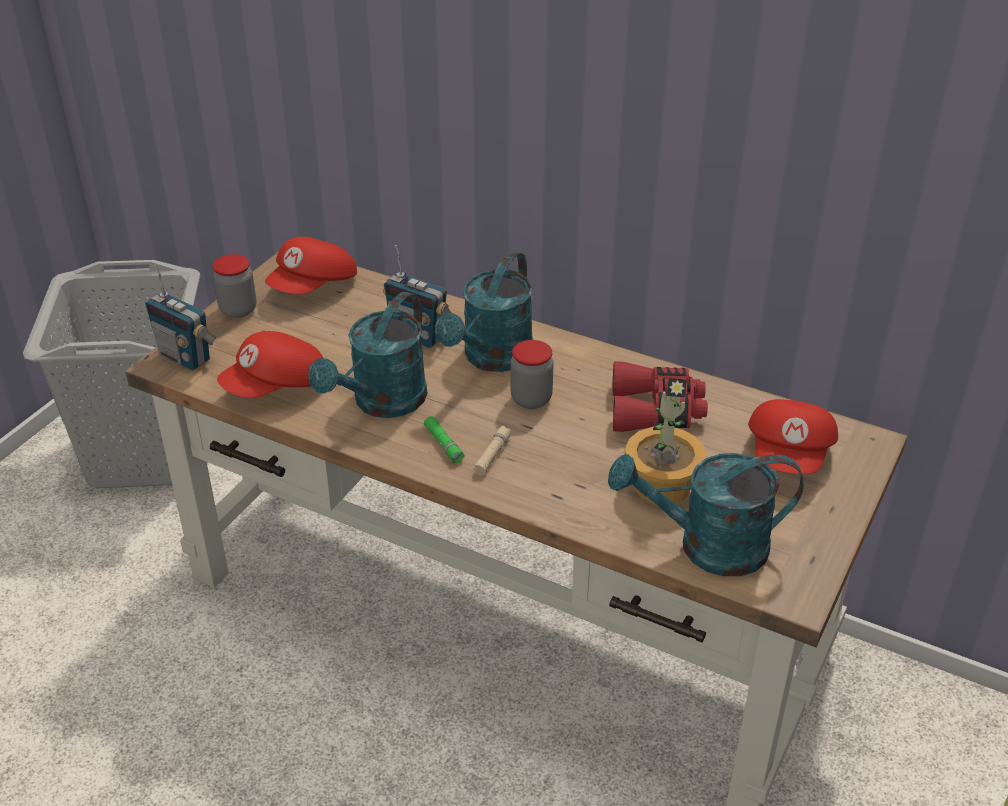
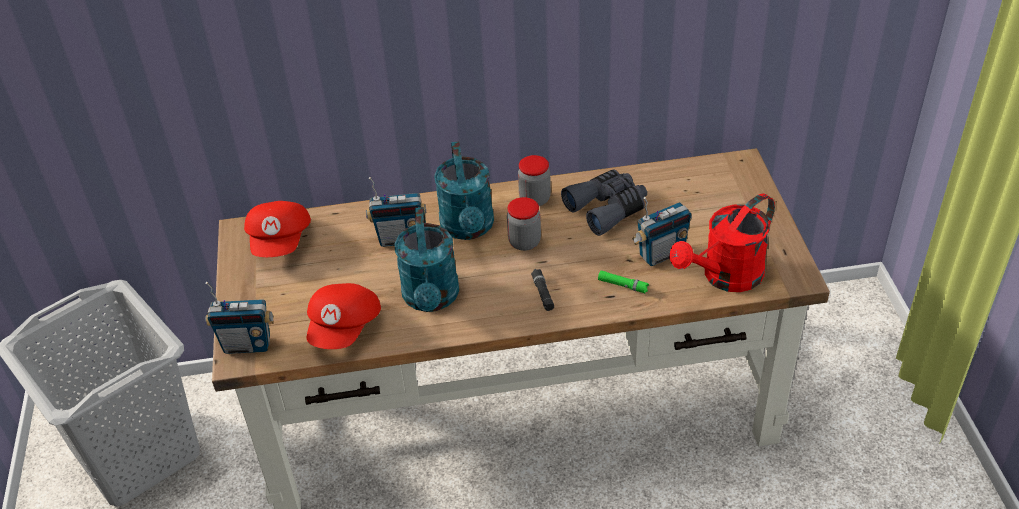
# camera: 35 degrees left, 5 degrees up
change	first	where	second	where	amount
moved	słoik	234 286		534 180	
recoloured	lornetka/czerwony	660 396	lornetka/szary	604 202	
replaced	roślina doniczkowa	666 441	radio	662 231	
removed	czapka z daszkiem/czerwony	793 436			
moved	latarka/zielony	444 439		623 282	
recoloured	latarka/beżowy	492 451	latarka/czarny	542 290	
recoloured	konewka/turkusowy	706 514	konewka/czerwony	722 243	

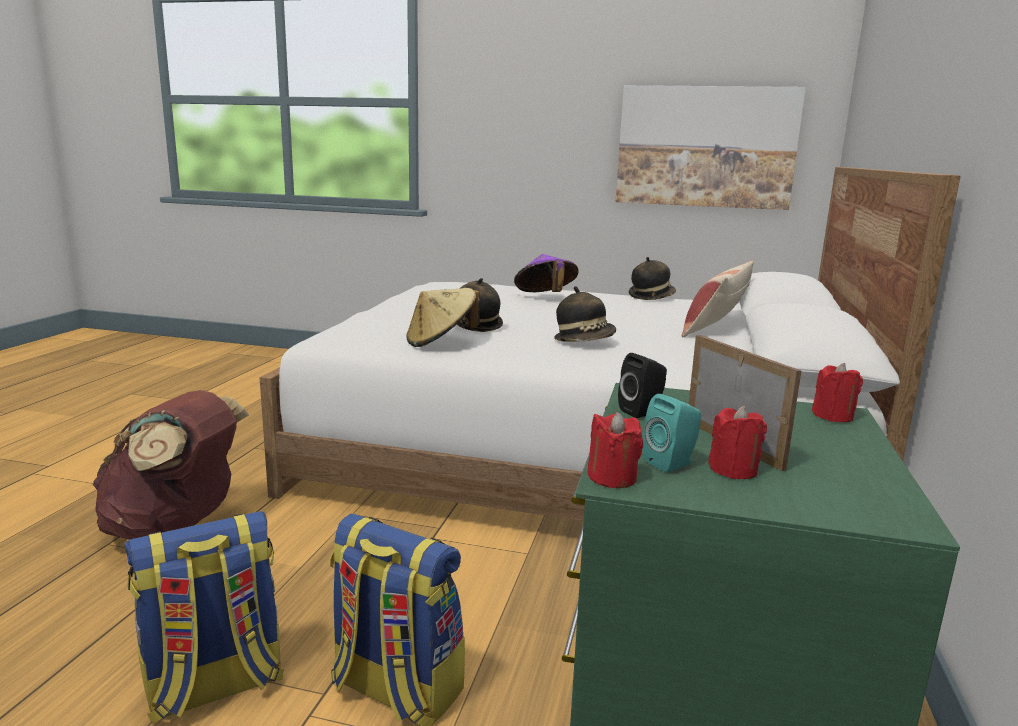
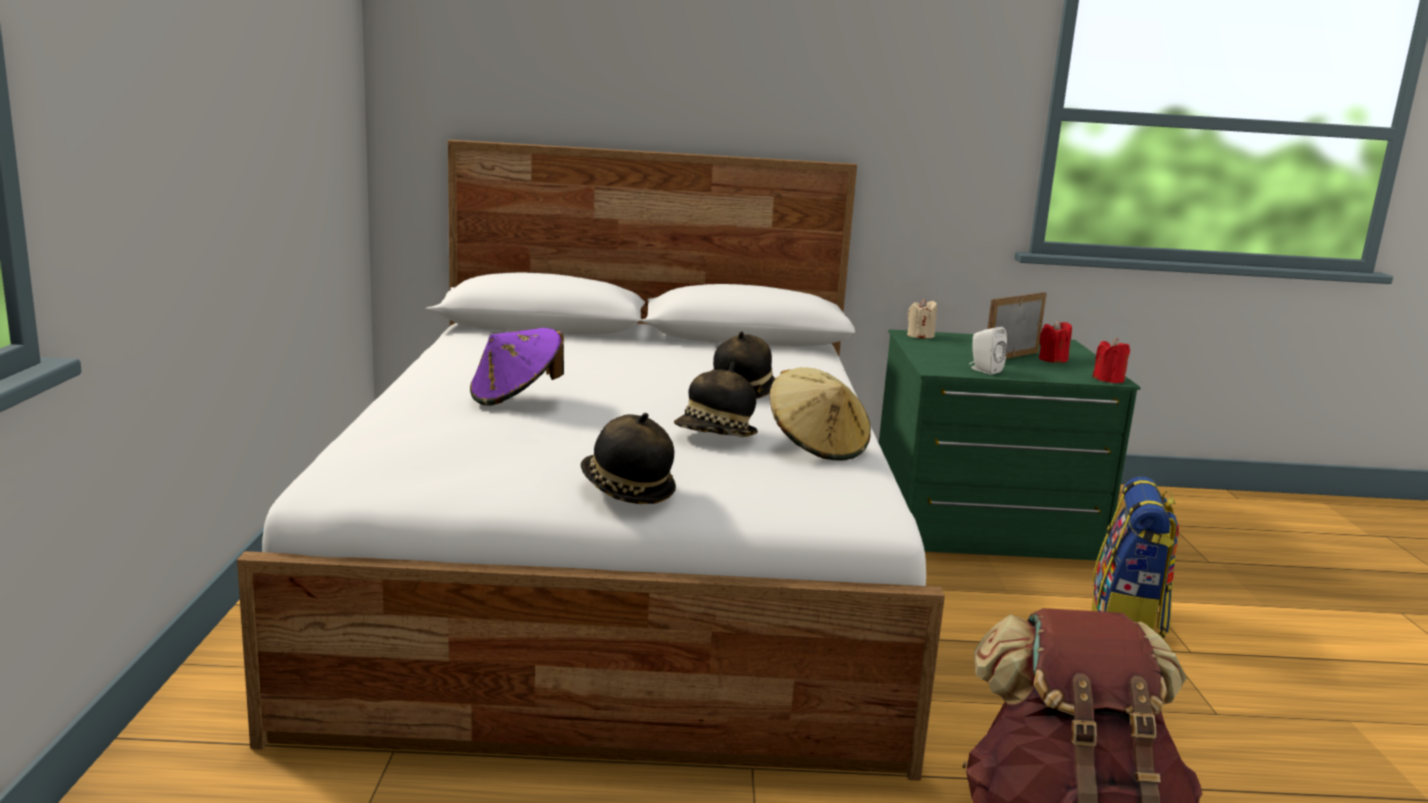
# camera: 105 degrees left, 0 degrees up
change	first	where	second	where	amount
removed	obraz	711 147			
moved	kapelusz	652 278		628 458	
removed	poduszka	718 299			
recoloured	głośnik/czarny	642 385	głośnik/biały	988 351	
recoloured	świeca/czerwony	837 392	świeca/beżowy	922 318	
removed	głośnik/turkusowy	671 433			
removed	plecak	204 617			

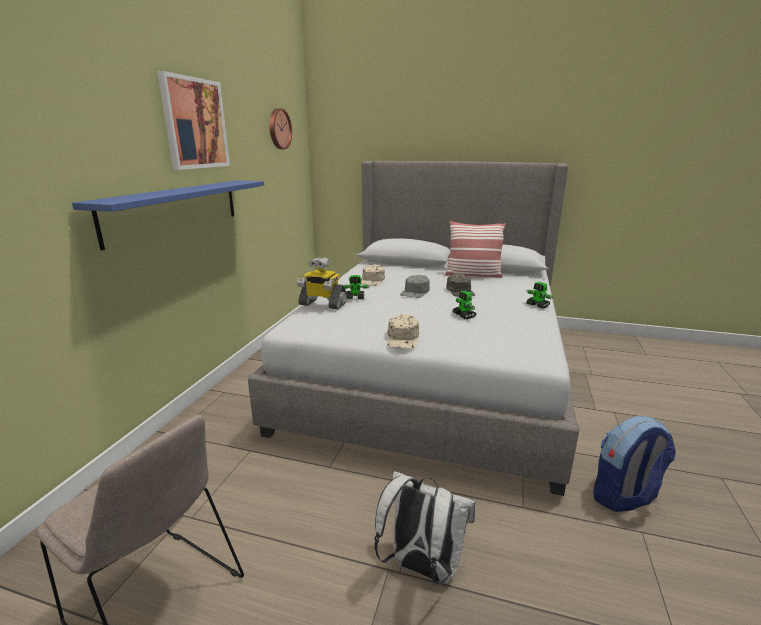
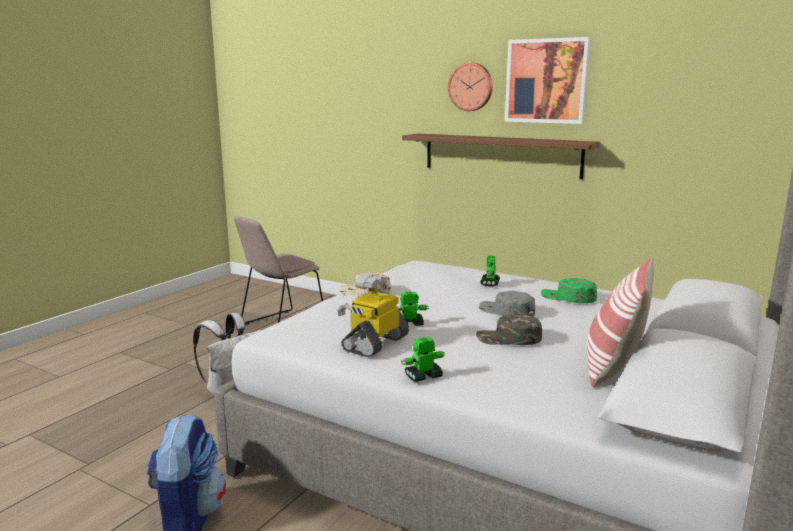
# camera: 105 degrees right, 5 degrees down
change	first	where	second	where	amount
moved	zegar ścienny	280 128		470 87	
recoloured	półka/niebieski	168 215	półka/brązowy	501 156	
moved	robot zabawkowy	322 283		373 315	
recoloured	czapka z daszkiem/beżowy	373 274	czapka z daszkiem/zielony	569 290	

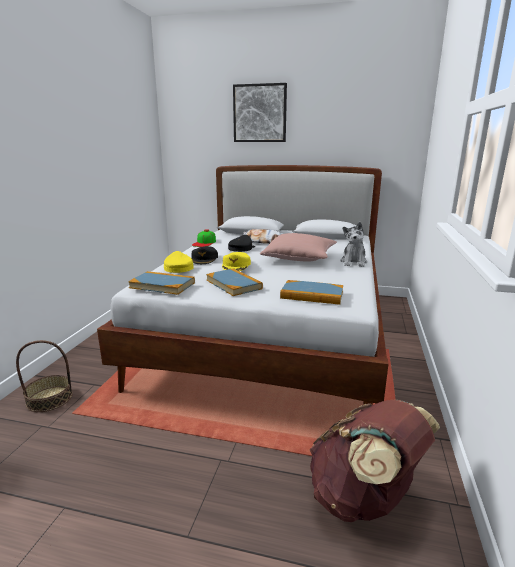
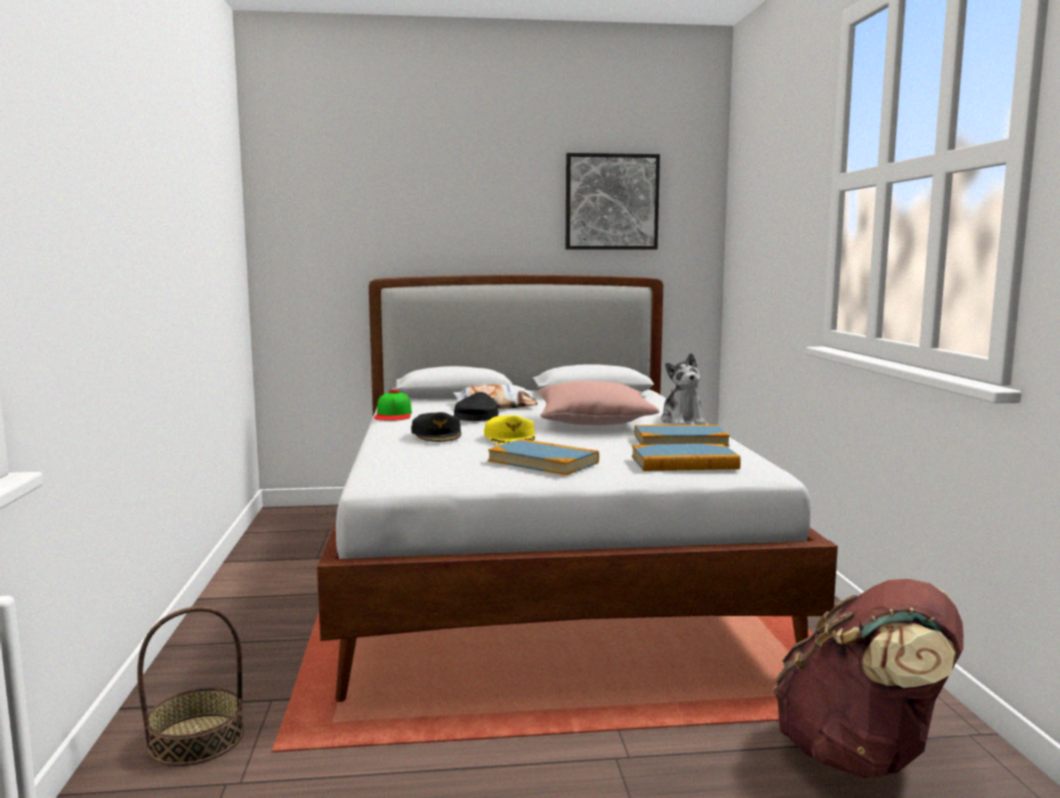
# camera: 20 degrees left, 10 degrees down
change	first	where	second	where	amount
moved	obraz	260 112		613 201	
removed	czapka z daszkiem/żółty	179 262			
moved	książka	161 283		682 436	

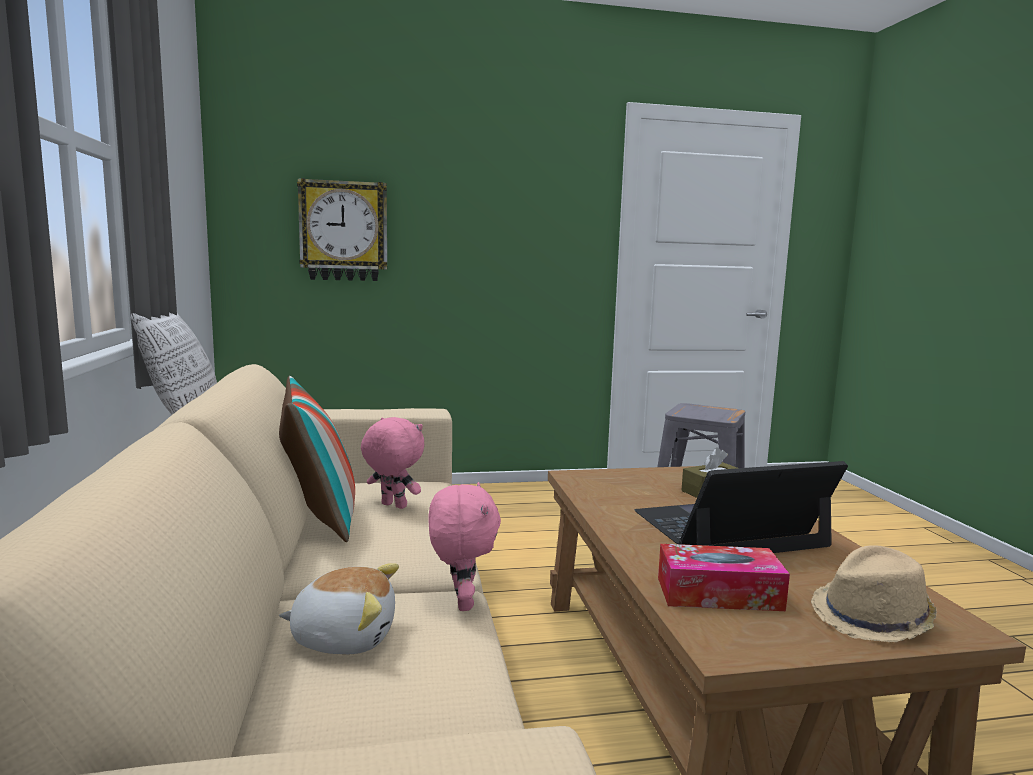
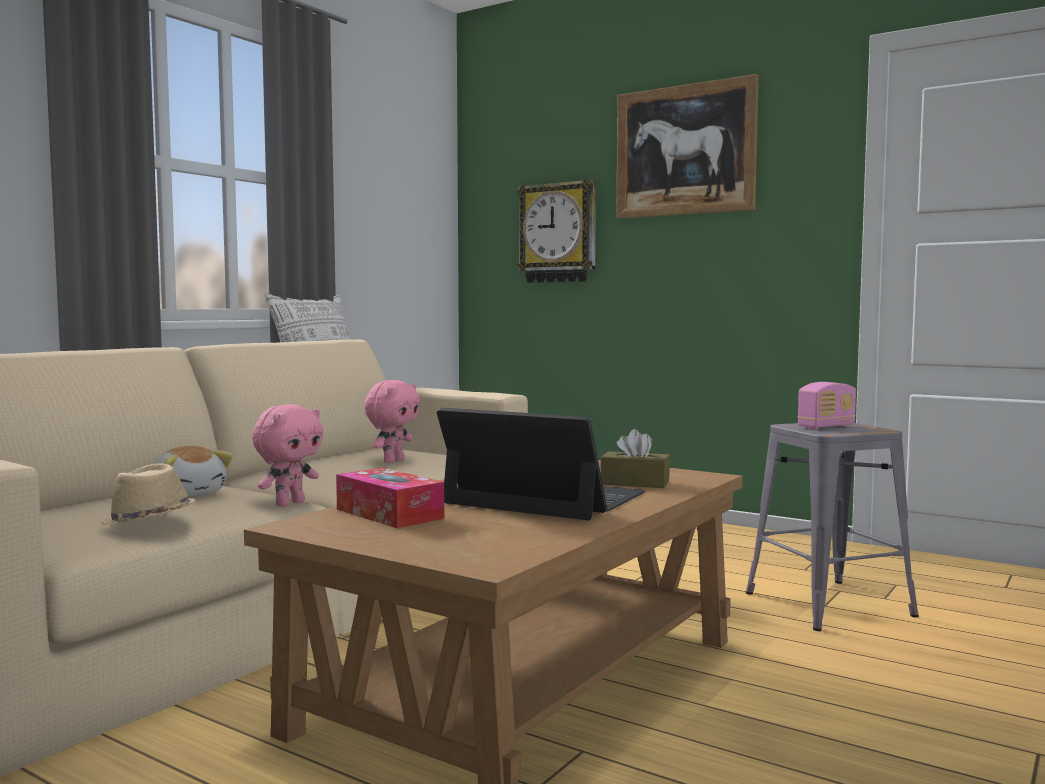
# camera: 45 degrees right, 5 degrees down
change	first	where	second	where	amount
removed	poduszka	317 459			
turned	pluszak/różowy	392 463		392 421	45 degrees clockwise
moved	kapelusz/beżowy	874 593		149 494	
added			obraz	687 146	
added			radio	826 405	

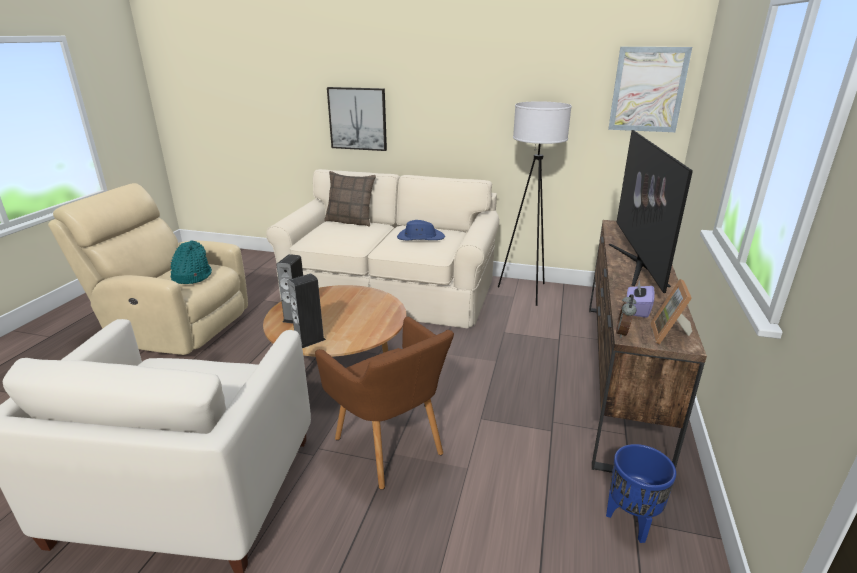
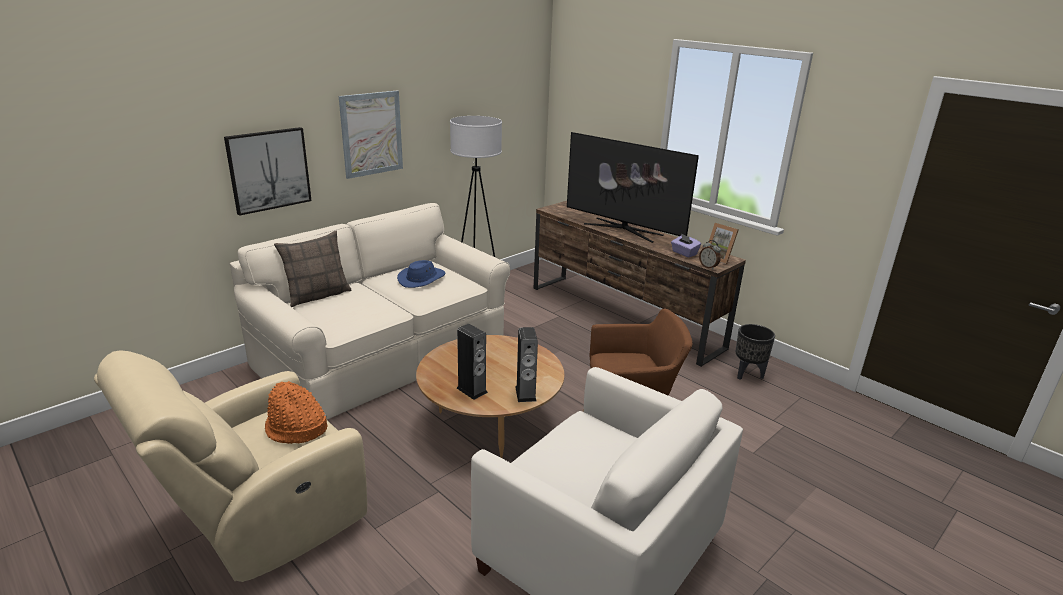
# camera: 60 degrees left, 0 degrees up
change	first	where	second	where	amount
moved	obraz	650 89		371 135	
recoloured	kapelusz/turkusowy	191 262	kapelusz/pomarańczowy	296 412	
recoloured	donica/niebieski	641 493	donica/czarny	755 352	

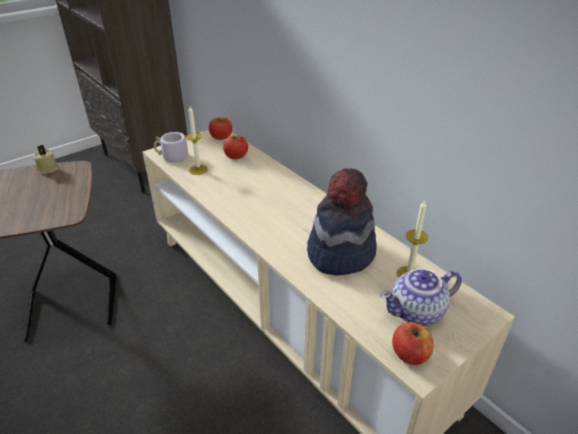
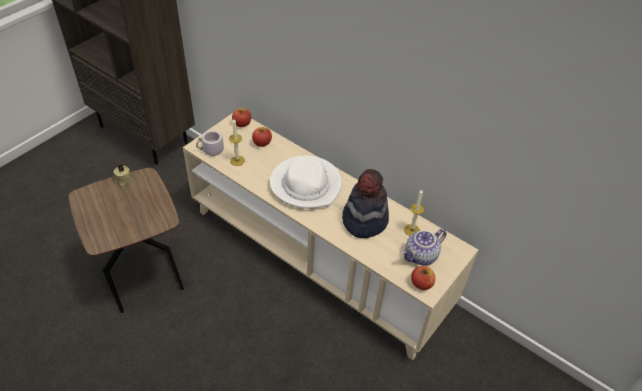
# camera: 15 degrees left, 10 degrees up
change	first	where	second	where	amount
added			kapelusz/biały	306 182	

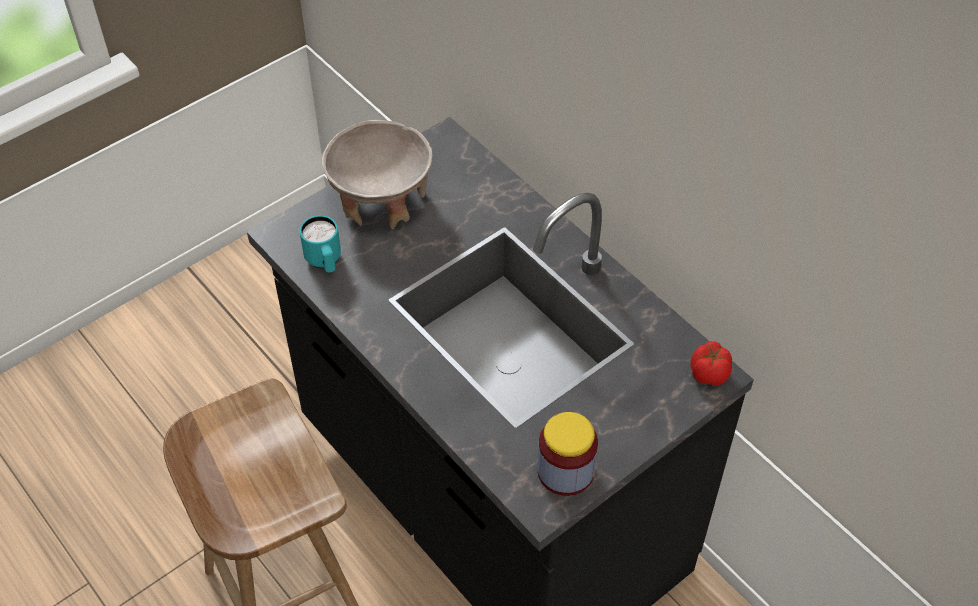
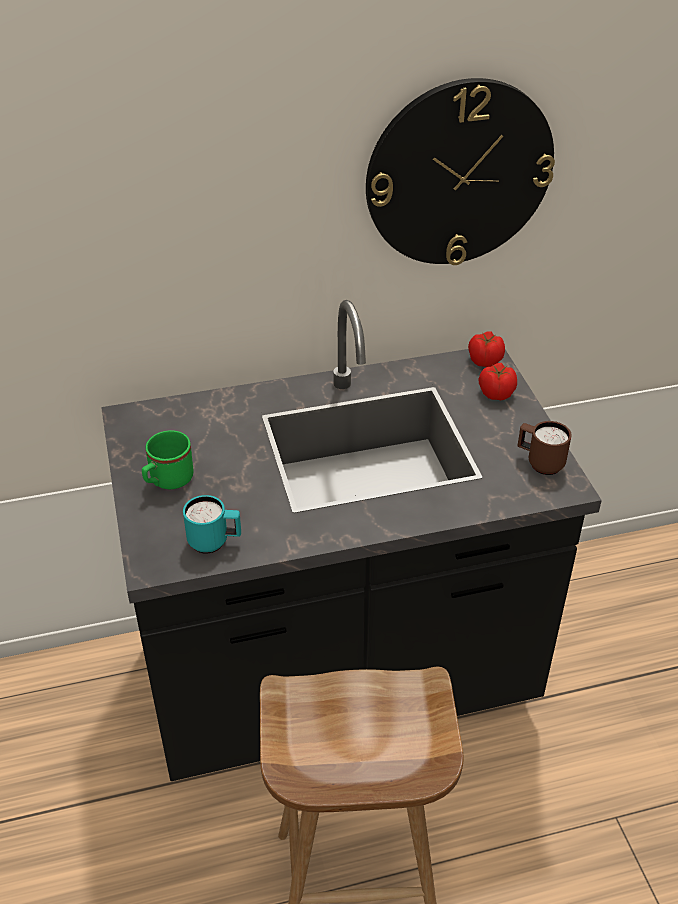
# camera: 65 degrees left, 10 degrees down
change	first	where	second	where	amount
replaced	miska/beżowy	377 174	kubek/zielony	167 459	
replaced	słoik	567 454	kubek/brązowy	545 448	
added			zegar ścienny	460 171	
added			pomidor	498 381	

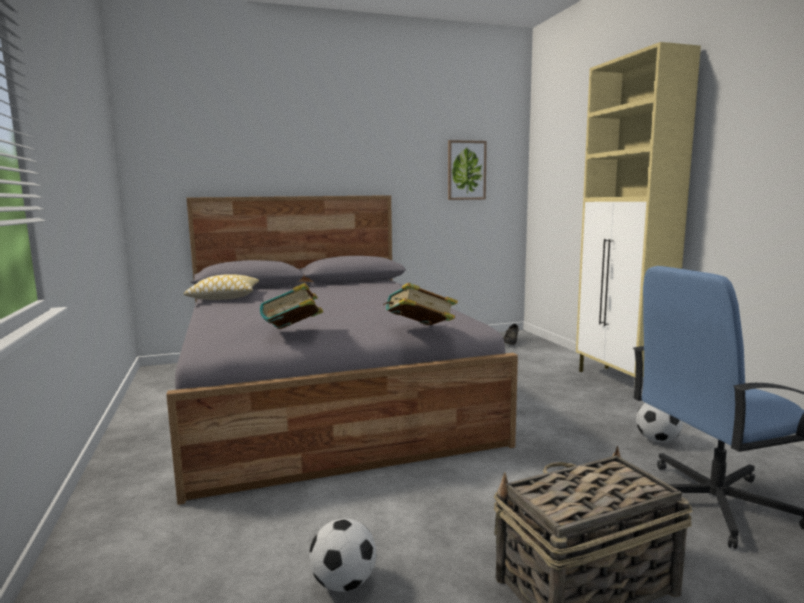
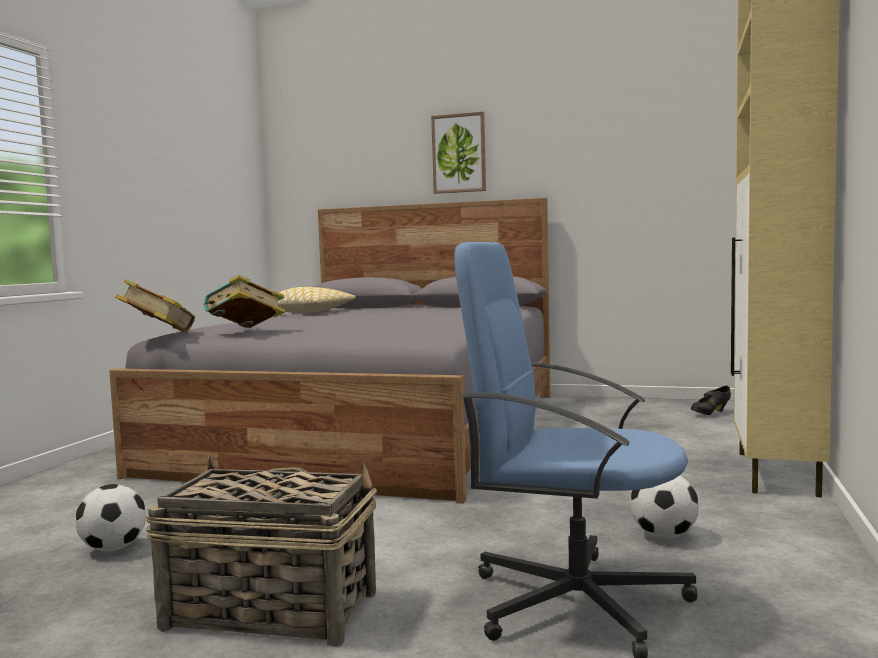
# camera: 35 degrees right, 5 degrees down
change	first	where	second	where	amount
moved	obraz	467 170		458 153	
moved	książka	420 303		155 305	

